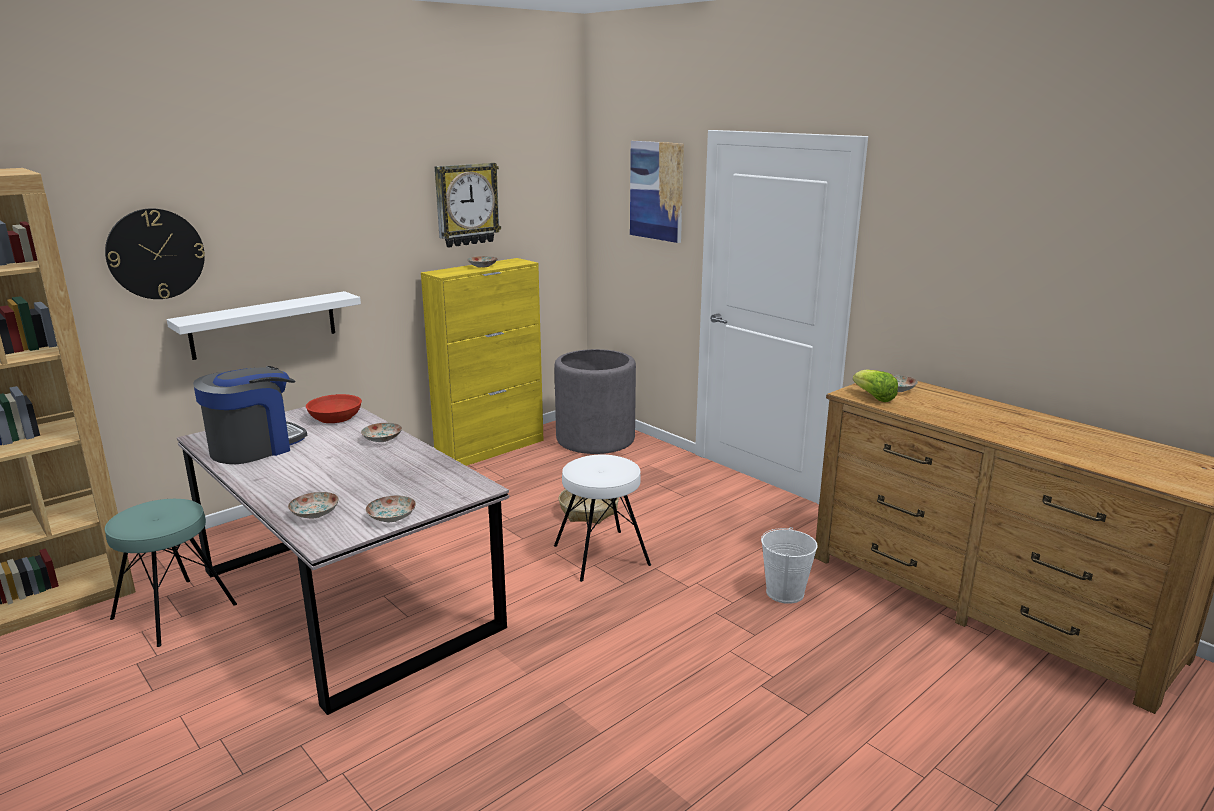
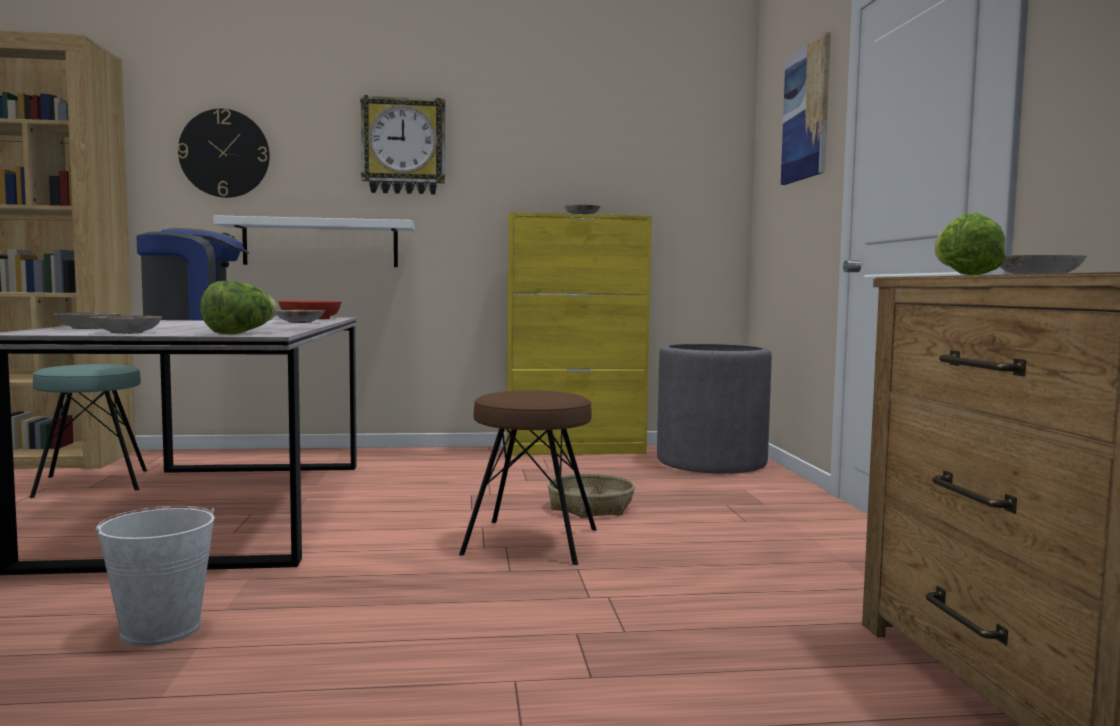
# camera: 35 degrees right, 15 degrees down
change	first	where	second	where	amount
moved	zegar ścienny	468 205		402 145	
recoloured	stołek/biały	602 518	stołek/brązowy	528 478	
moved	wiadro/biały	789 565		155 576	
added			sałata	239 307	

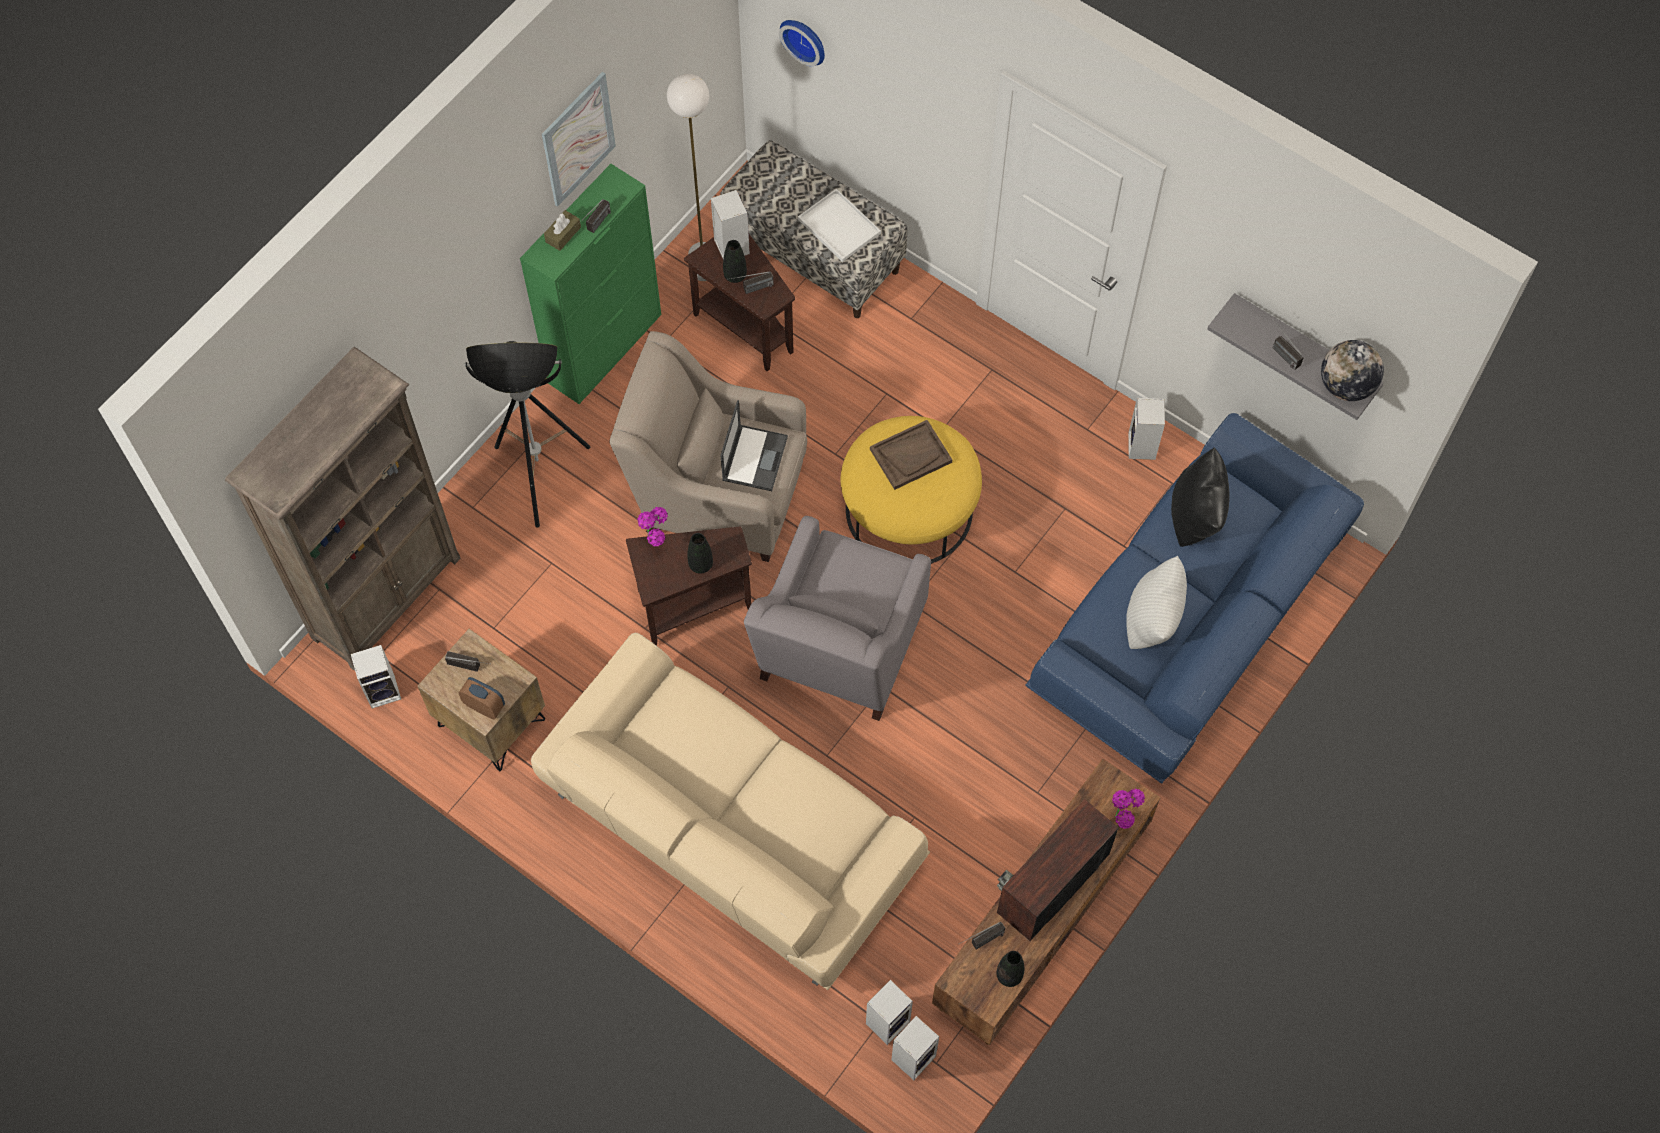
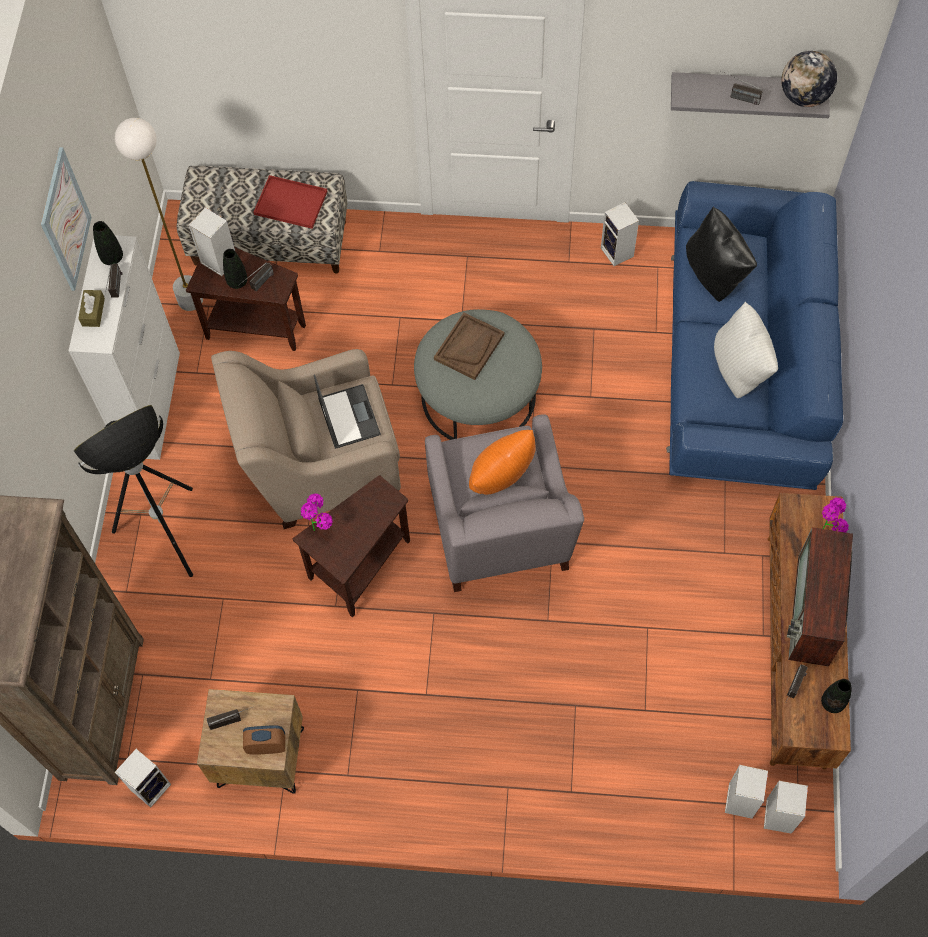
# camera: 30 degrees left, 0 degrees up
change	first	where	second	where	amount
removed	zegar ścienny	802 43			
recoloured	szafka/zielony	590 284	szafka/biały	124 347	
recoloured	taca/biały	839 225	taca/czerwony	290 202	
recoloured	pufa/żółty	911 490	pufa/szary	478 374	
moved	wazon/czarny	700 553		108 243	
removed	kanapa/beżowy	730 811			
added			poduszka/pomarańczowy	502 462	

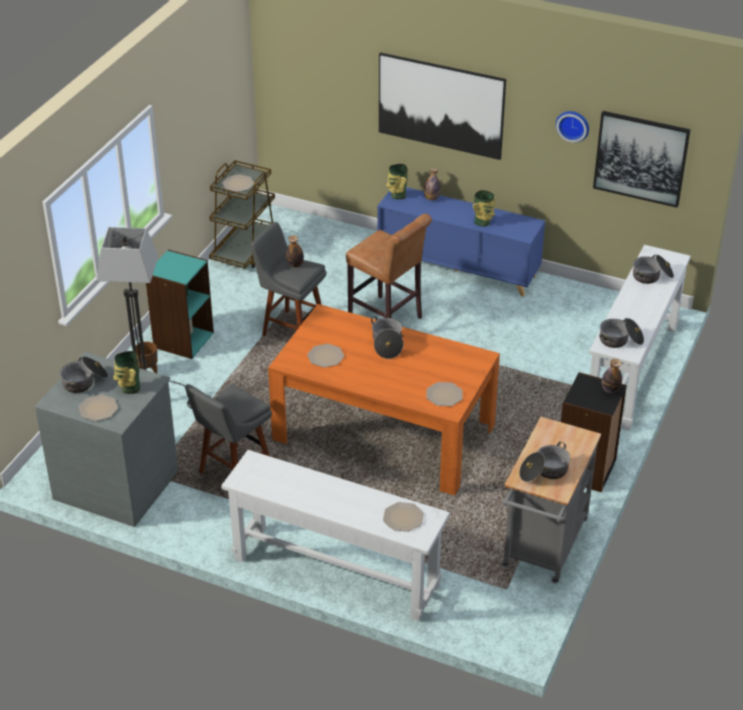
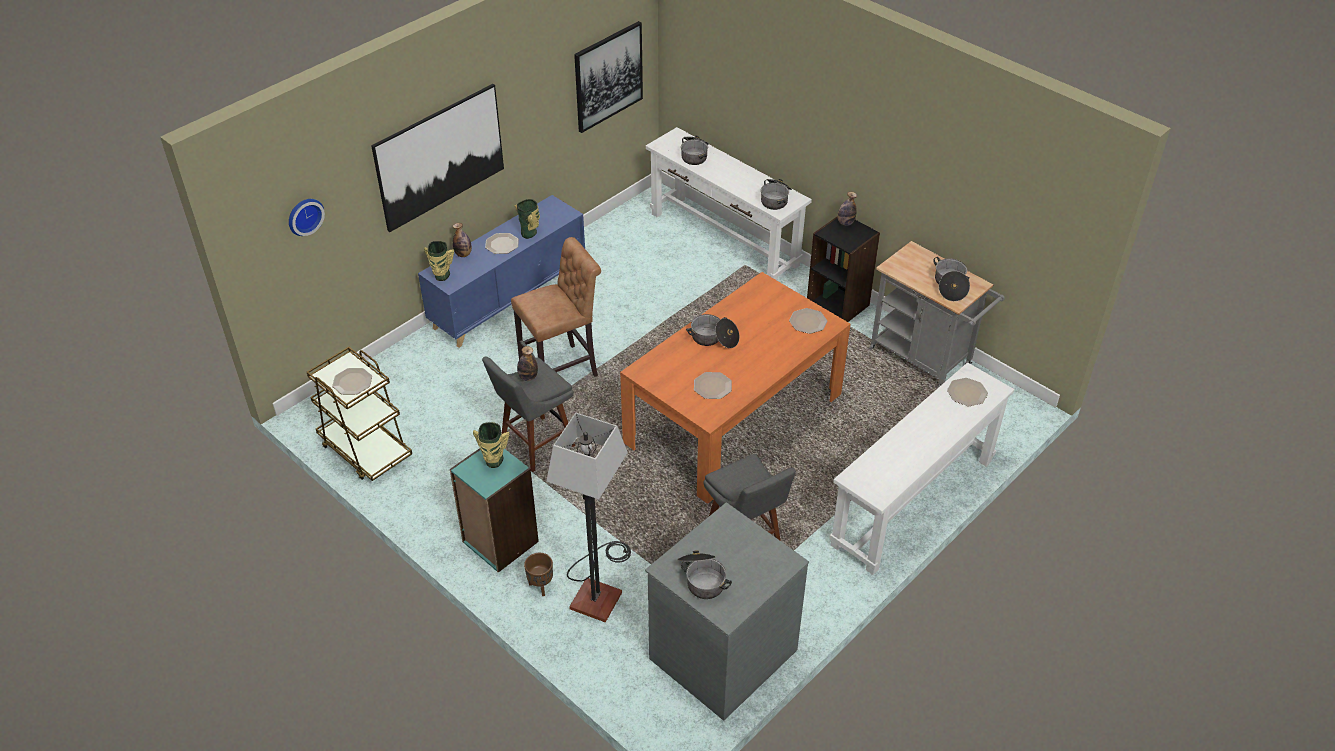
# camera: 70 degrees left, 5 degrees up
change	first	where	second	where	amount
moved	zegar ścienny	572 126		307 217	
moved	wazon	126 372		491 445	
moved	talerz	98 408		502 243	

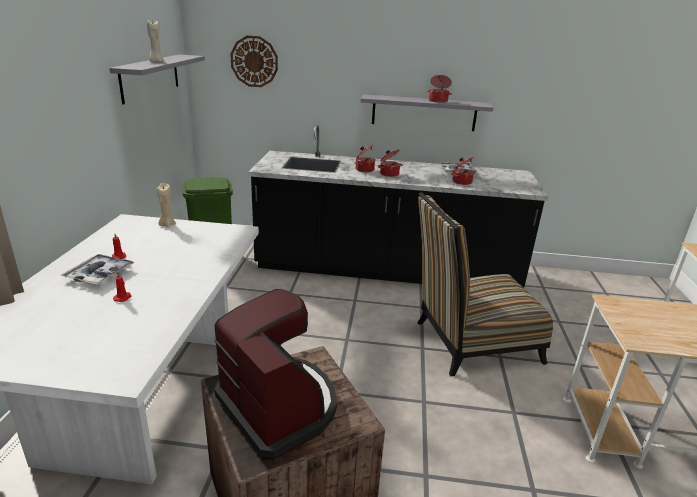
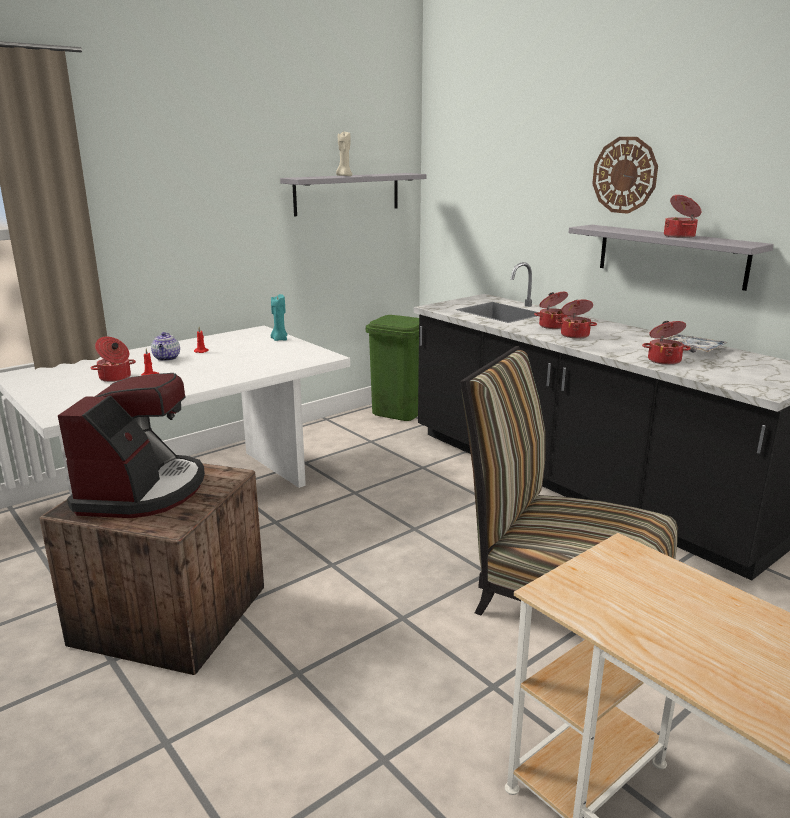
# camera: 45 degrees right, 5 degrees down
change	first	where	second	where	amount
moved	zegar ścienny	254 61		625 175	
recoloured	świeca/beżowy	166 205	świeca/turkusowy	279 317	
replaced	taca	97 269	imbryk	165 346	
added			garnek	113 359	

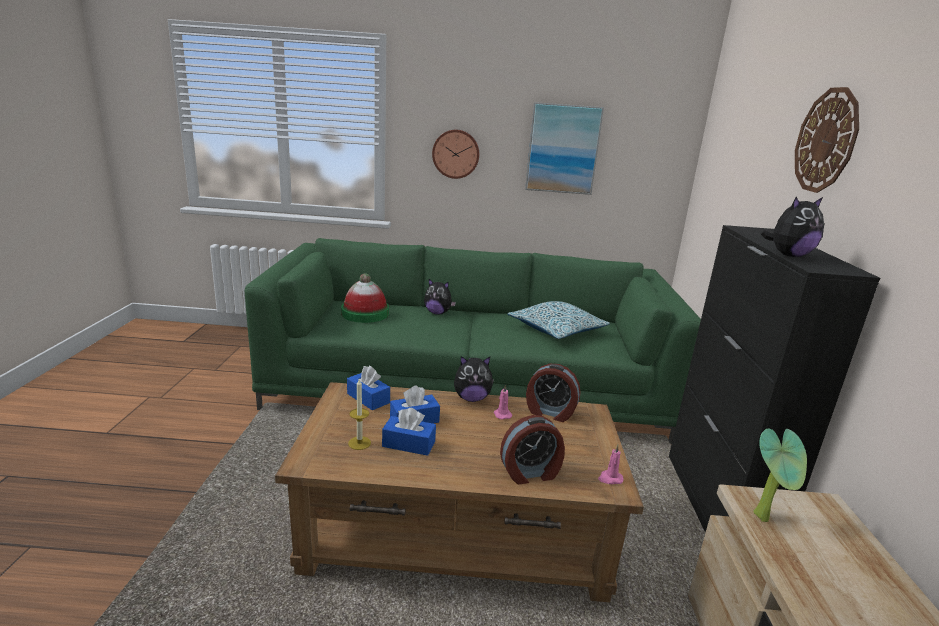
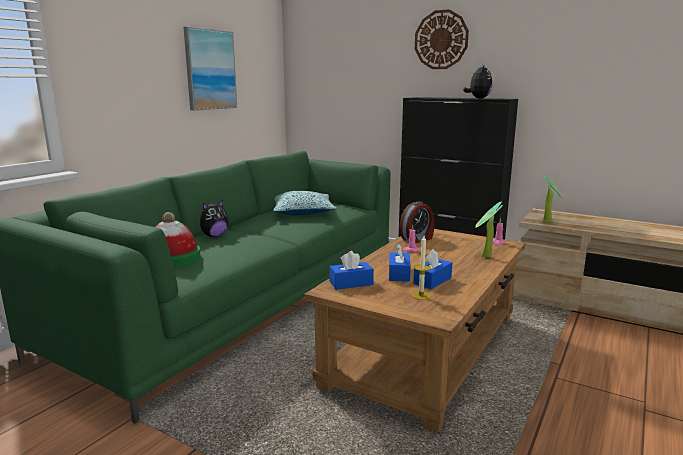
# camera: 60 degrees left, 5 degrees down
change	first	where	second	where	amount
removed	zegar ścienny	455 154			
removed	pluszak	474 379			
replaced	budzik	532 449	roślina doniczkowa	489 230	

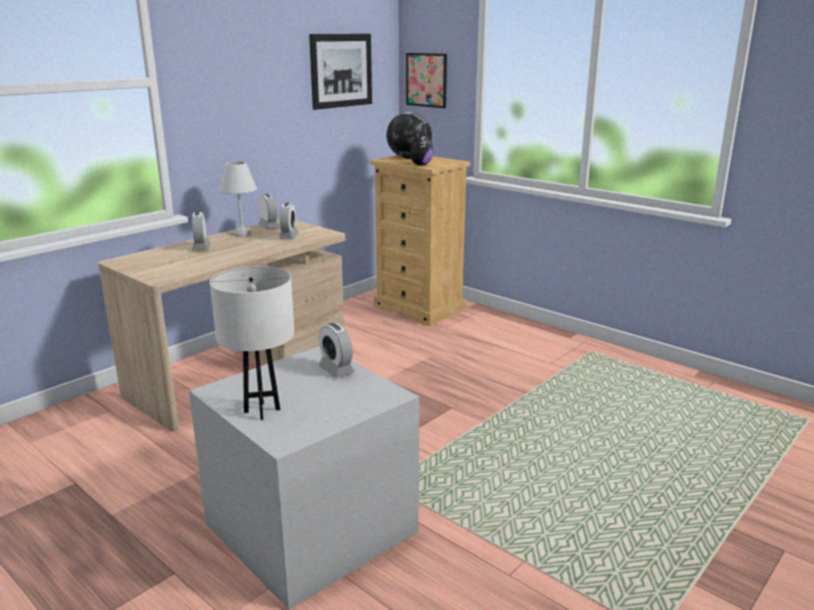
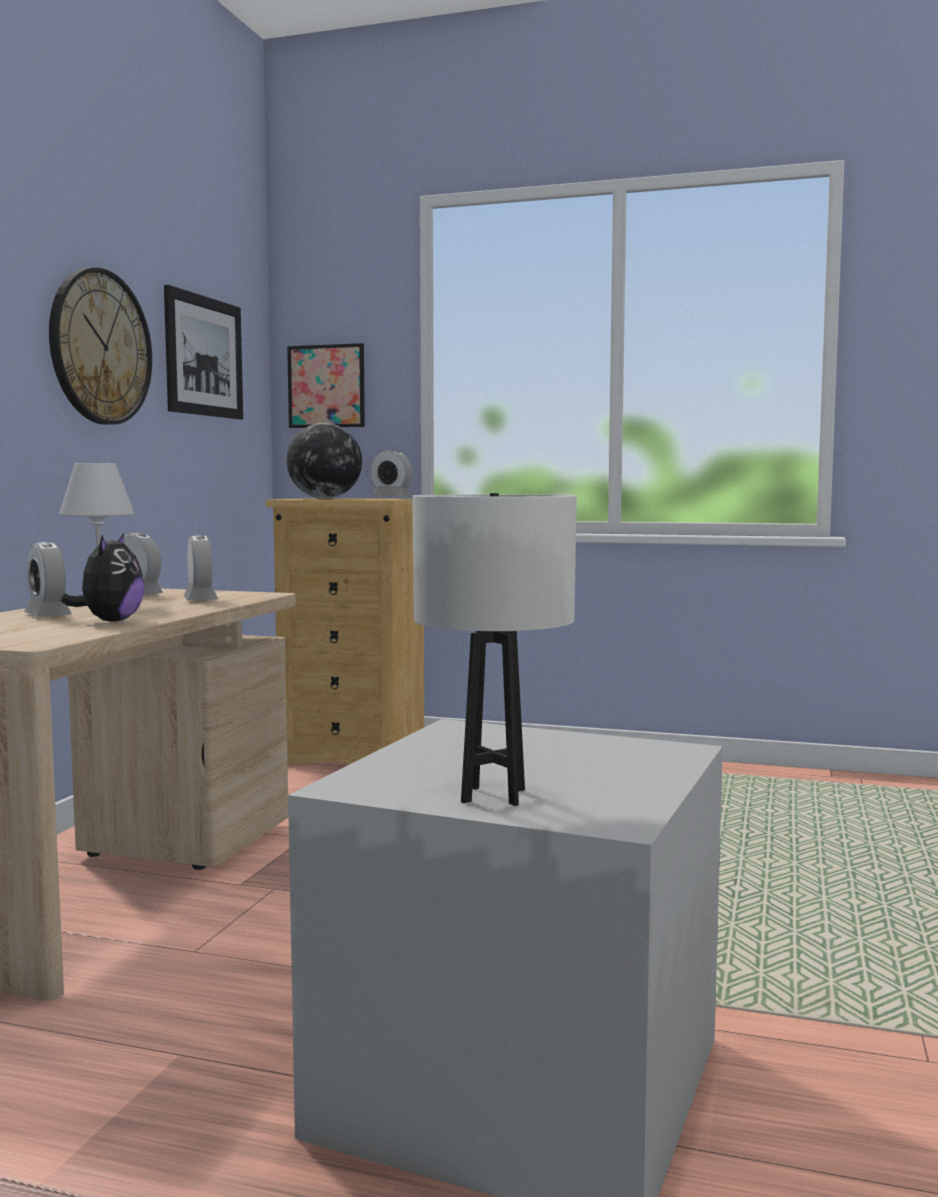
# camera: 25 degrees left, 15 degrees down
change	first	where	second	where	amount
moved	pluszak	417 148		102 577	
moved	budzik	336 350		391 473	
added			zegar ścienny	100 346	

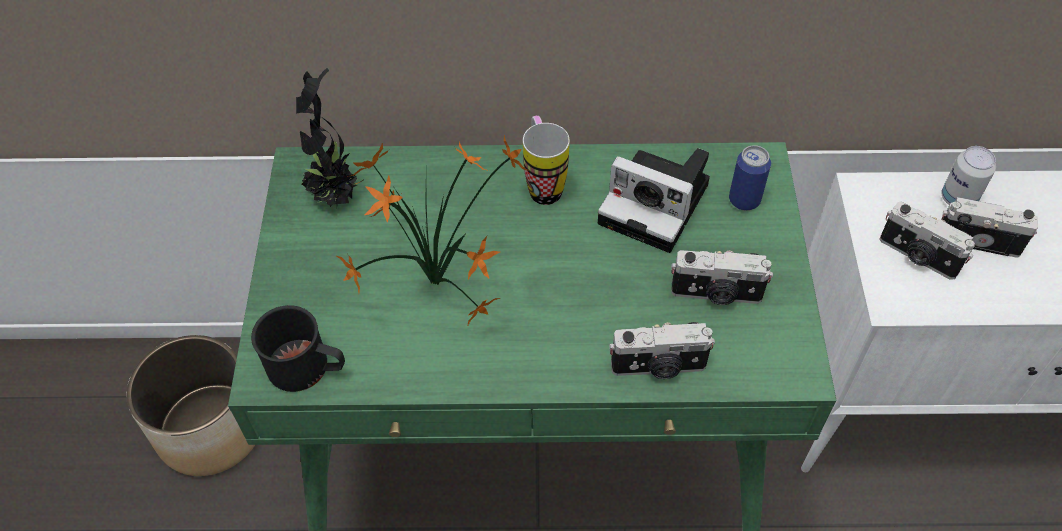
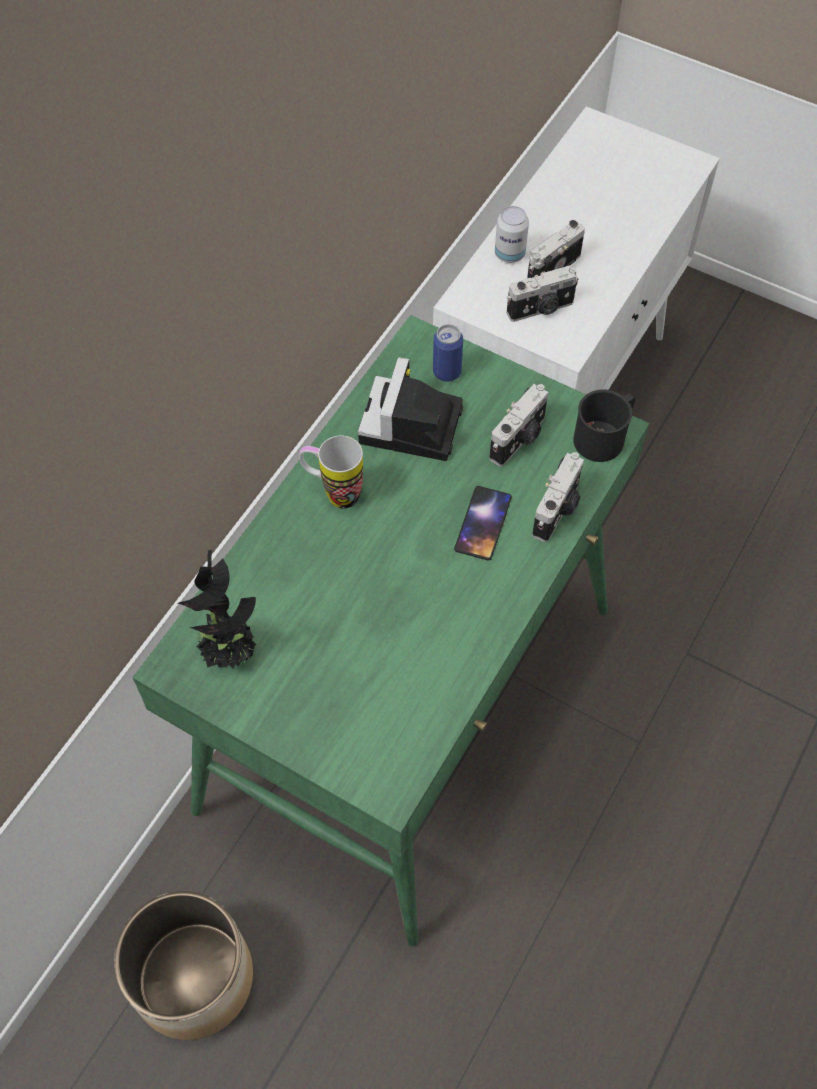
# camera: 60 degrees left, 5 degrees up
change	first	where	second	where	amount
removed	roślina doniczkowa	433 231			
turned	aparat fotograficzny	654 200		410 409	135 degrees clockwise
moved	kubek/czarny	298 348		604 426	
added			telefon	483 523	

